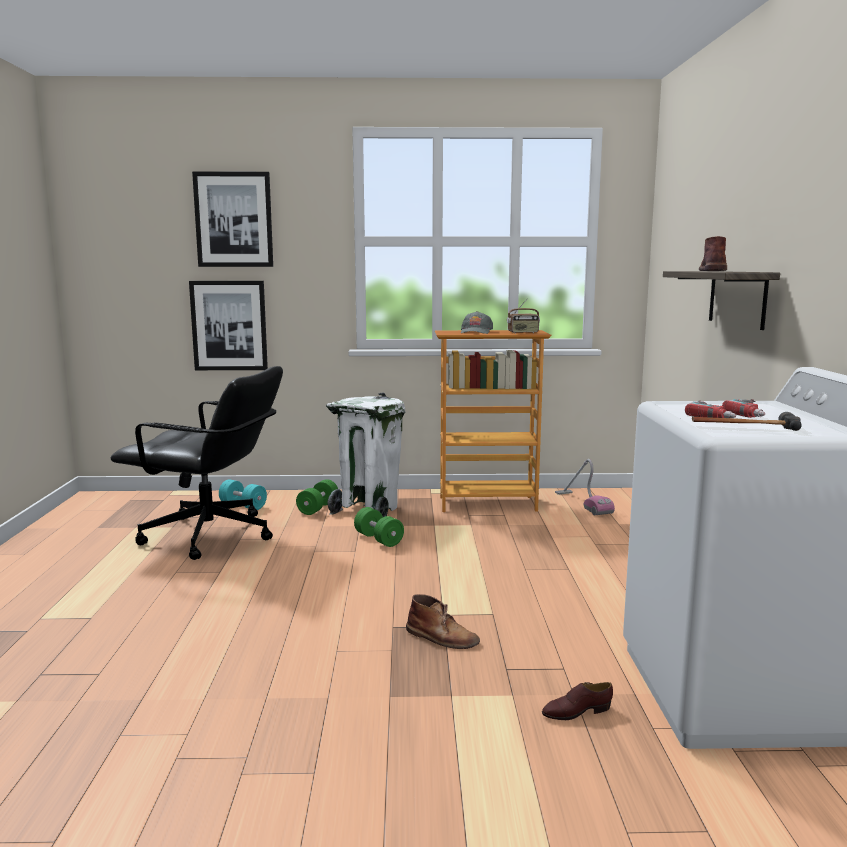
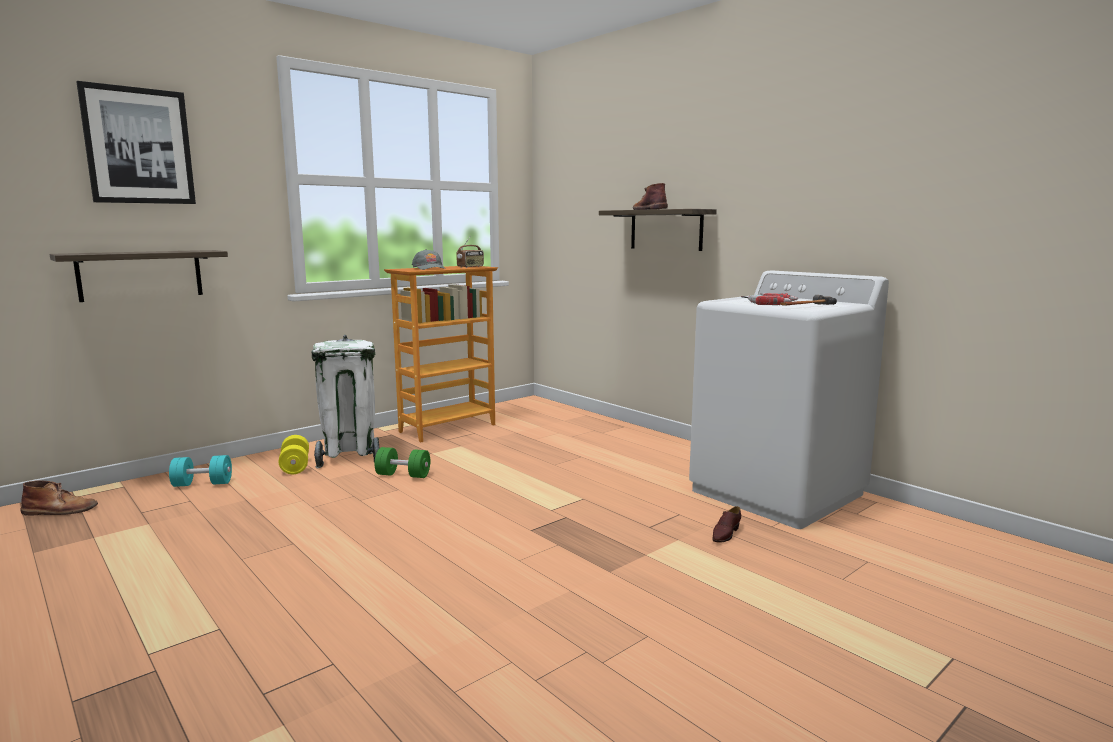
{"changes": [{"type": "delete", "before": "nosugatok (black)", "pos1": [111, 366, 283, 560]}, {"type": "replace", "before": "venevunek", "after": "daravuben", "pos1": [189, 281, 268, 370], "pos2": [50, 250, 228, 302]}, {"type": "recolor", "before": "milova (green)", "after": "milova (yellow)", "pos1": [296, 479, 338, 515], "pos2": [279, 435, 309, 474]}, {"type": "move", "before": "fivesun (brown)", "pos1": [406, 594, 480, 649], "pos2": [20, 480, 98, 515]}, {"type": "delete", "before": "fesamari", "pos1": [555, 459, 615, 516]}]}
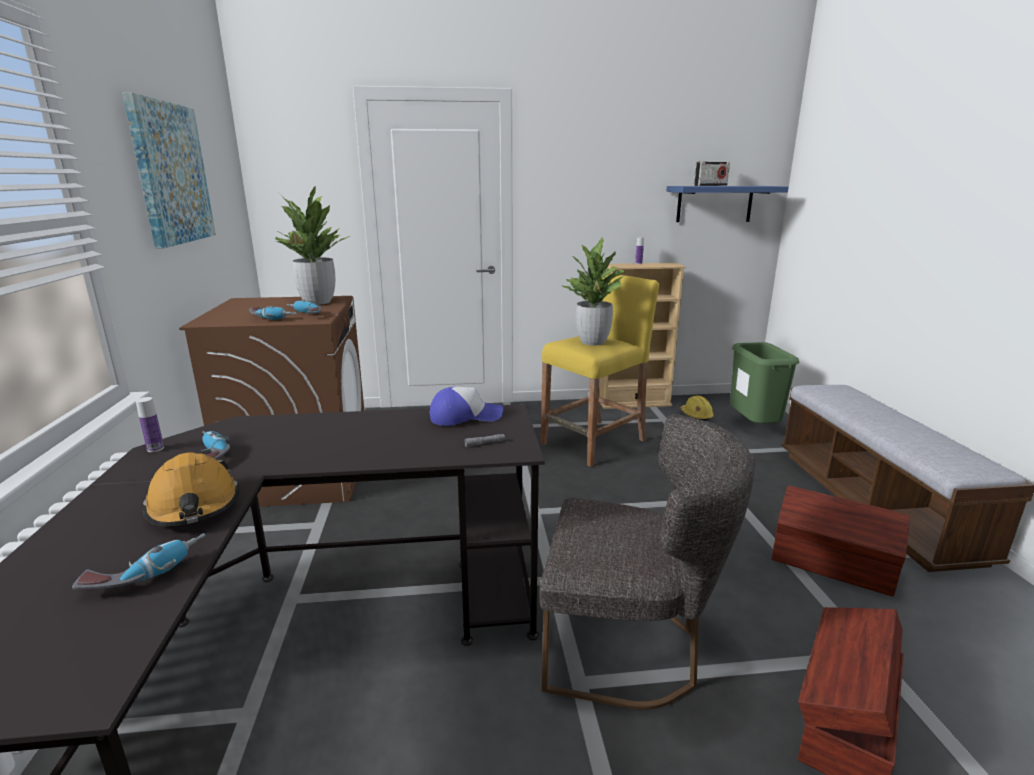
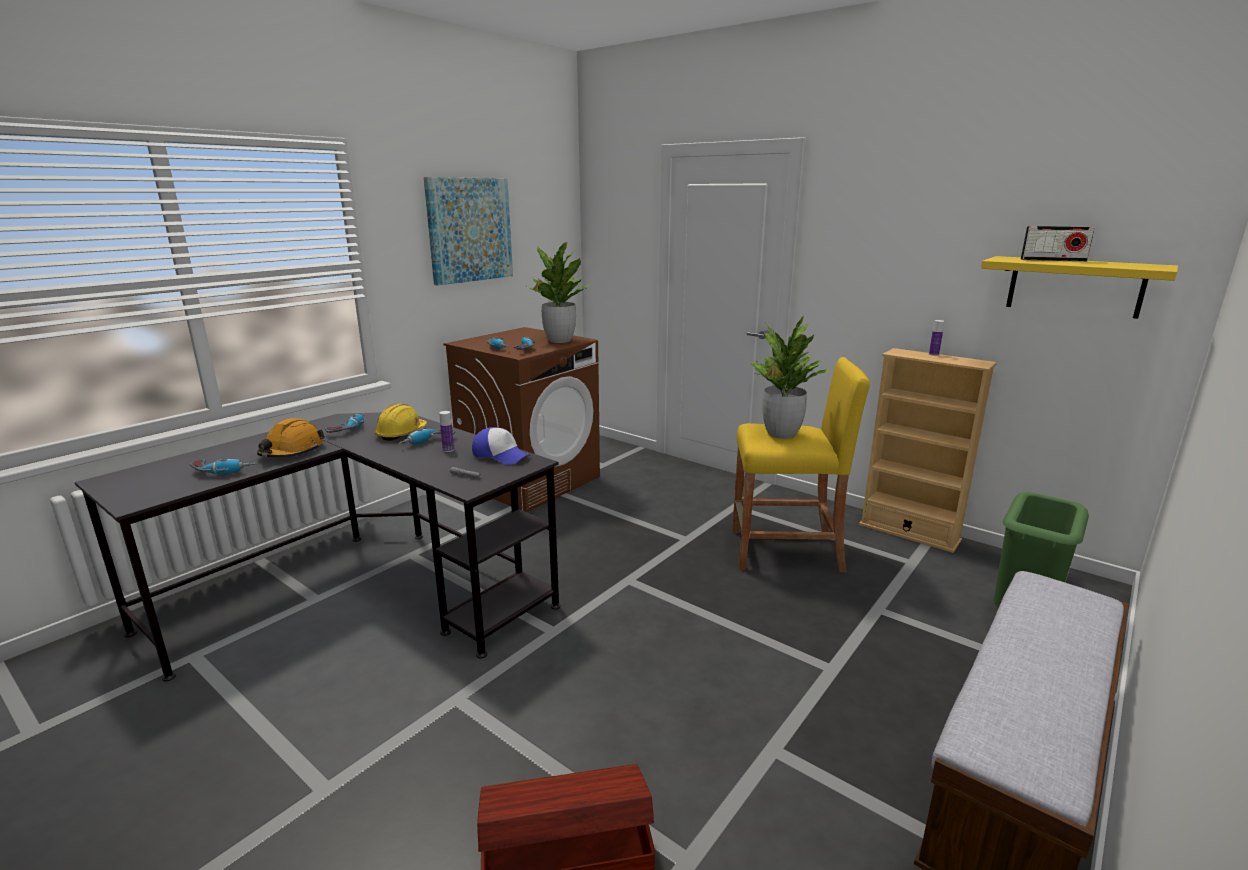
{"changes": [{"type": "move", "before": "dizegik", "pos1": [136, 397, 164, 452], "pos2": [439, 411, 454, 452]}, {"type": "delete", "before": "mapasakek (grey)", "pos1": [539, 414, 755, 710]}, {"type": "recolor", "before": "daravuben (blue)", "after": "daravuben (yellow)", "pos1": [667, 186, 788, 222], "pos2": [981, 256, 1178, 319]}, {"type": "move", "before": "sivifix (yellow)", "pos1": [680, 396, 714, 421], "pos2": [374, 404, 427, 441]}, {"type": "delete", "before": "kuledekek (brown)", "pos1": [772, 485, 910, 597]}, {"type": "insert", "after": "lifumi", "pos2": [399, 428, 455, 444]}]}
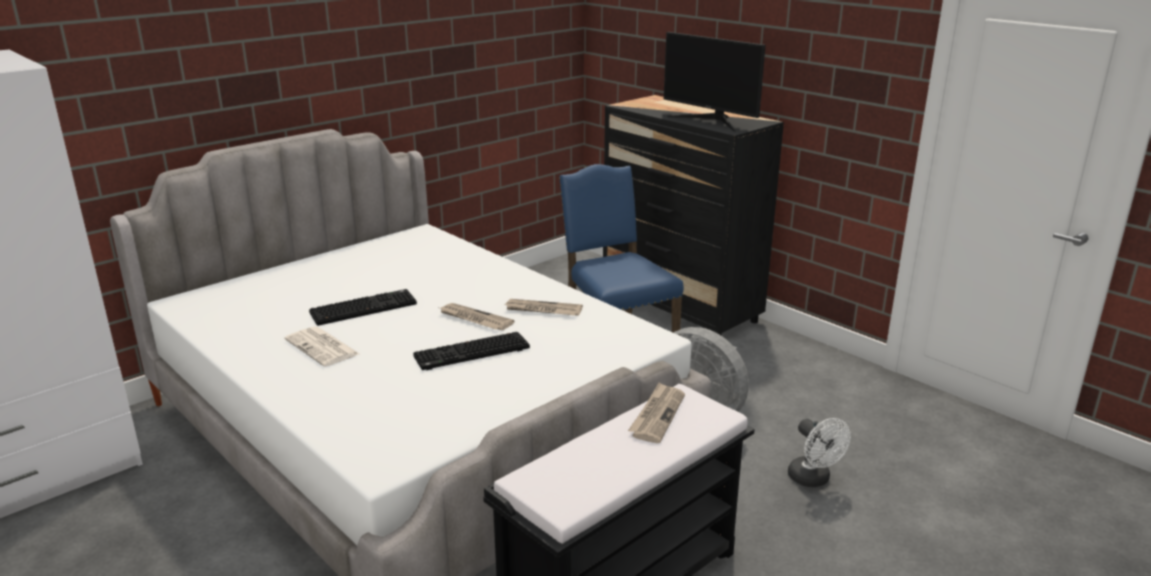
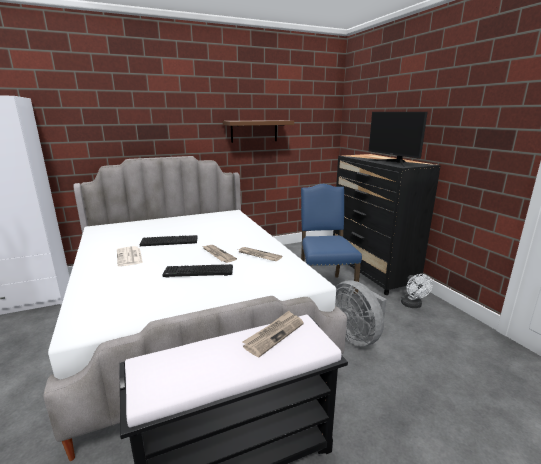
{"changes": [{"type": "move", "before": "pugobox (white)", "pos1": [788, 418, 851, 487], "pos2": [401, 274, 433, 308]}, {"type": "insert", "after": "daravuben (brown)", "pos2": [223, 120, 294, 143]}]}
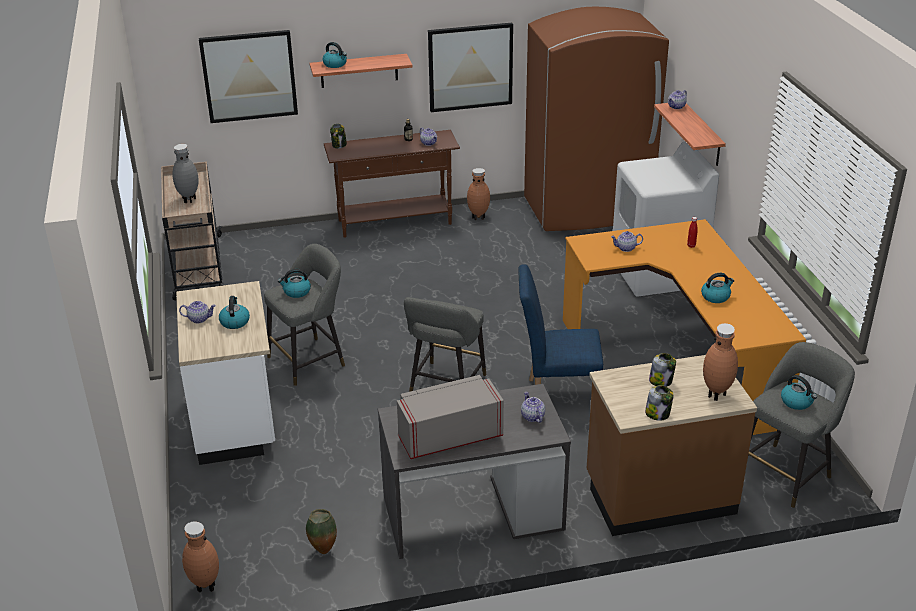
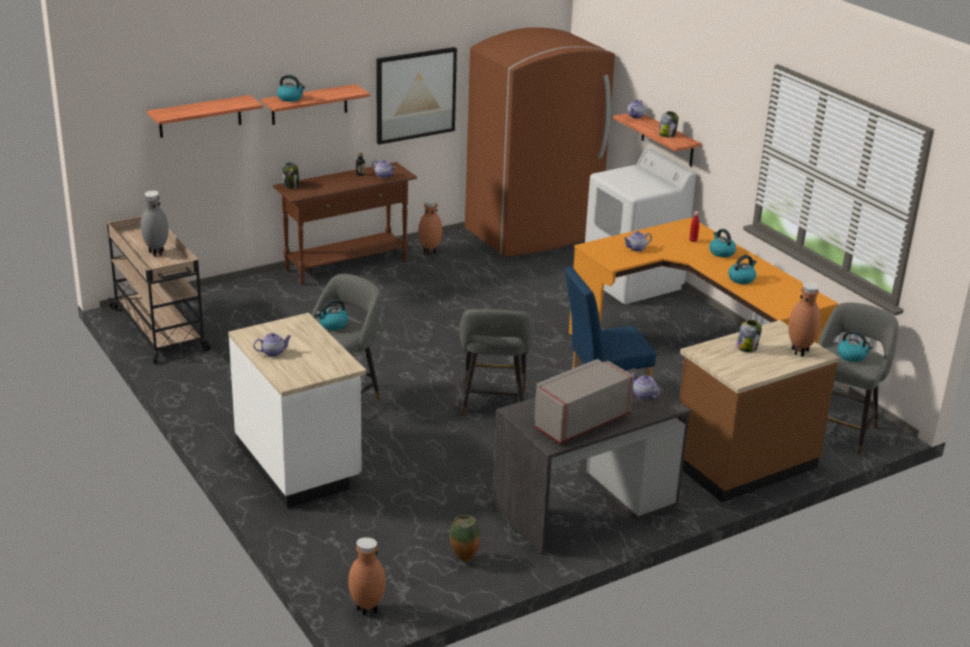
{"changes": [{"type": "replace", "before": "venevunek", "after": "daravuben", "pos1": [199, 30, 298, 123], "pos2": [147, 95, 263, 138]}, {"type": "move", "before": "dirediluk", "pos1": [219, 296, 250, 329], "pos2": [709, 229, 736, 257]}, {"type": "move", "before": "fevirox", "pos1": [645, 385, 674, 421], "pos2": [658, 111, 679, 138]}]}
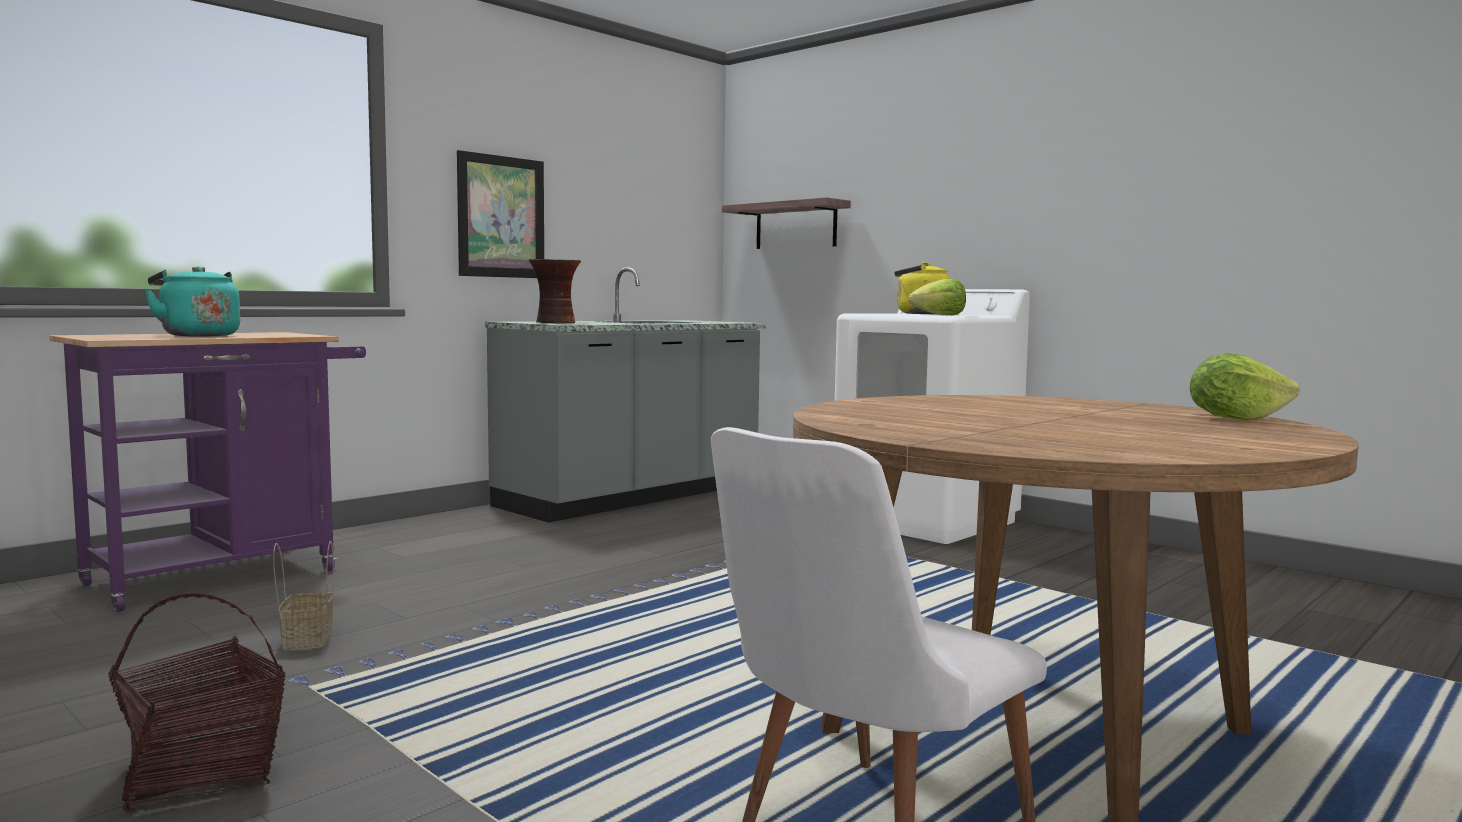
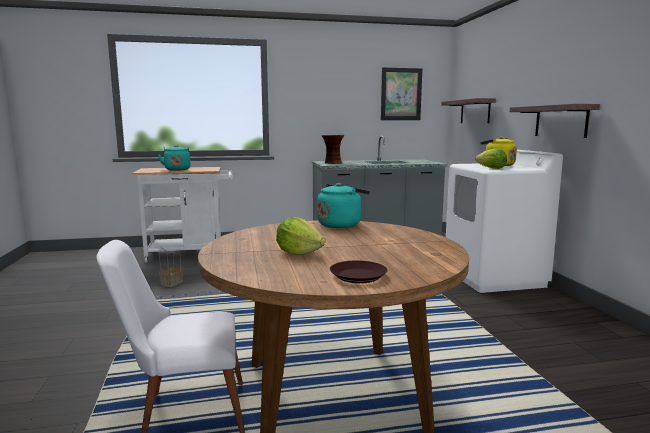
{"changes": [{"type": "recolor", "before": "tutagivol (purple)", "after": "tutagivol (white)", "pos1": [50, 332, 366, 612], "pos2": [132, 167, 233, 263]}, {"type": "delete", "before": "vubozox", "pos1": [108, 594, 285, 811]}, {"type": "move", "before": "venevunek", "pos1": [457, 150, 544, 278], "pos2": [381, 68, 422, 120]}, {"type": "move", "before": "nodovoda", "pos1": [1190, 353, 1300, 421], "pos2": [276, 217, 325, 255]}, {"type": "insert", "after": "dirediluk (turquoise)", "pos2": [317, 183, 370, 228]}, {"type": "insert", "after": "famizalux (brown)", "pos2": [330, 260, 387, 283]}, {"type": "insert", "after": "daravuben", "pos2": [510, 104, 600, 138]}]}
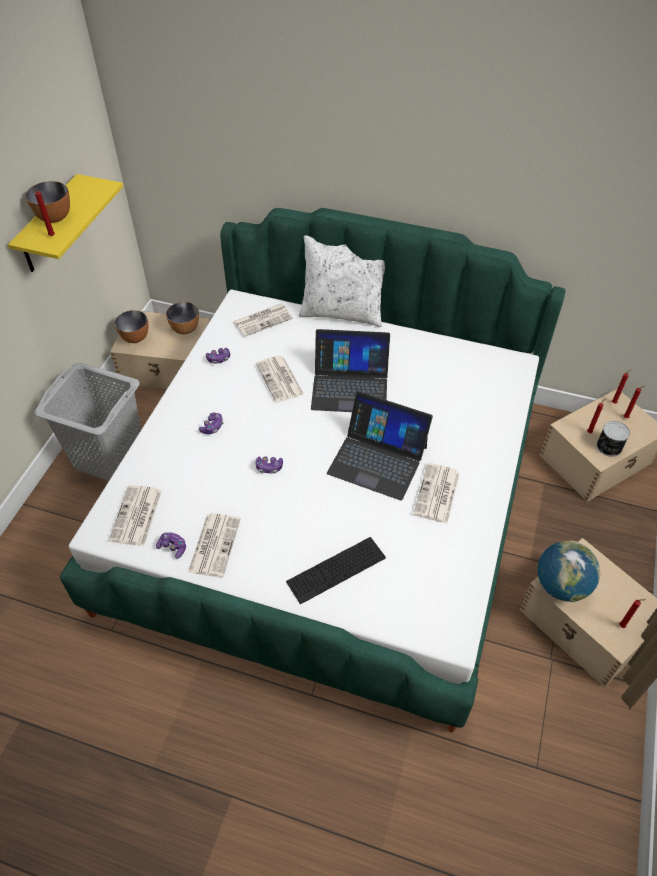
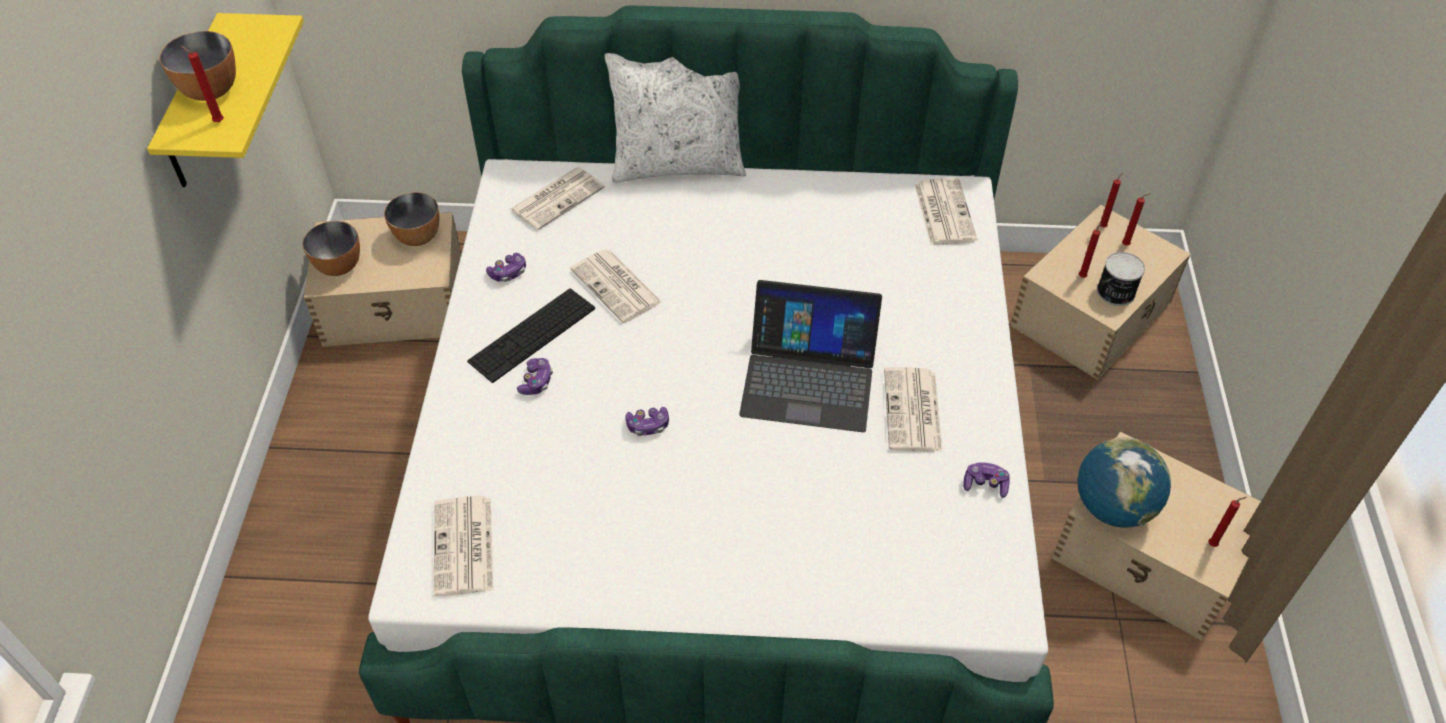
{"changes": [{"type": "delete", "before": "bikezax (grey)", "pos1": [34, 363, 141, 481]}, {"type": "move", "before": "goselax", "pos1": [156, 532, 186, 559], "pos2": [963, 462, 1009, 498]}, {"type": "move", "before": "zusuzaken", "pos1": [188, 513, 241, 577], "pos2": [915, 178, 977, 245]}, {"type": "move", "before": "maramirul", "pos1": [286, 537, 386, 604], "pos2": [467, 288, 595, 383]}, {"type": "delete", "before": "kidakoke", "pos1": [311, 329, 390, 412]}]}
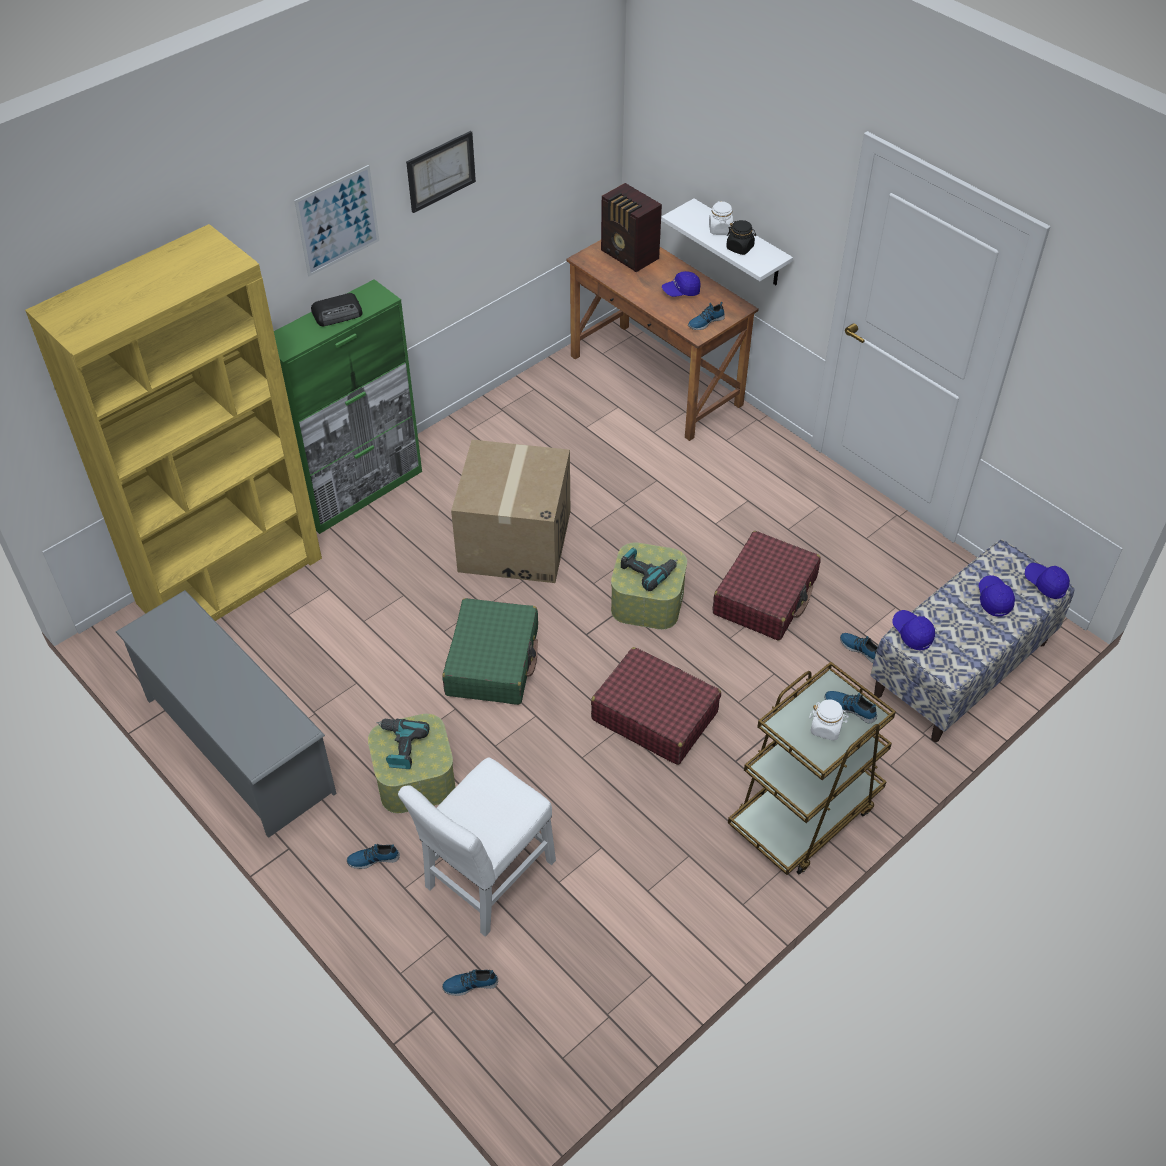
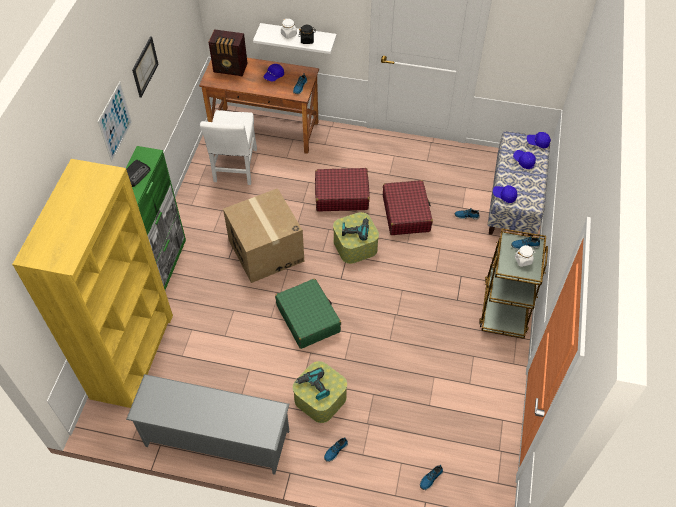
{"changes": [{"type": "move", "before": "mapasakek (white)", "pos1": [398, 757, 556, 937], "pos2": [200, 110, 257, 185]}, {"type": "move", "before": "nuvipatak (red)", "pos1": [591, 647, 721, 765], "pos2": [315, 168, 370, 211]}]}
